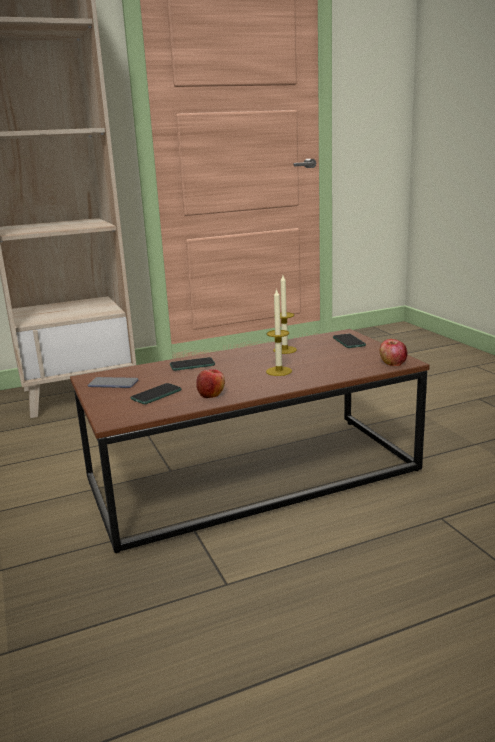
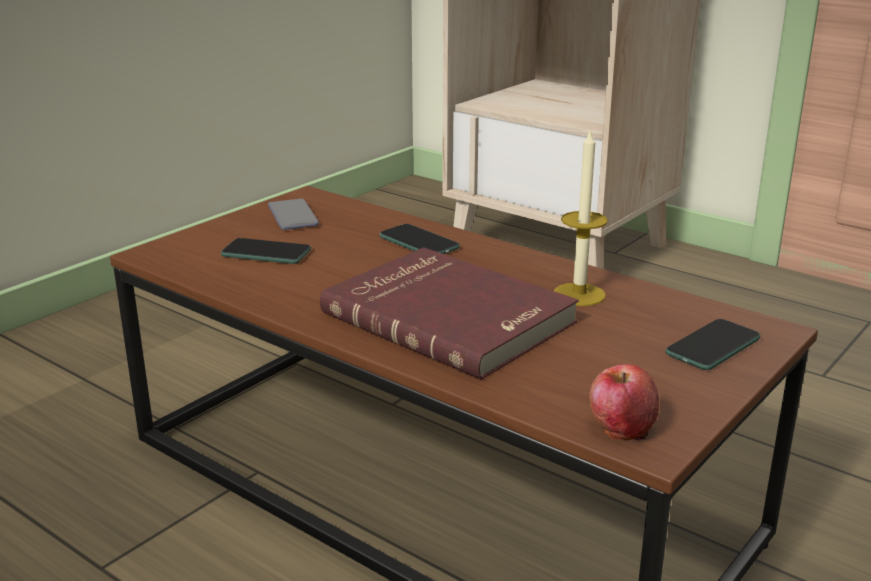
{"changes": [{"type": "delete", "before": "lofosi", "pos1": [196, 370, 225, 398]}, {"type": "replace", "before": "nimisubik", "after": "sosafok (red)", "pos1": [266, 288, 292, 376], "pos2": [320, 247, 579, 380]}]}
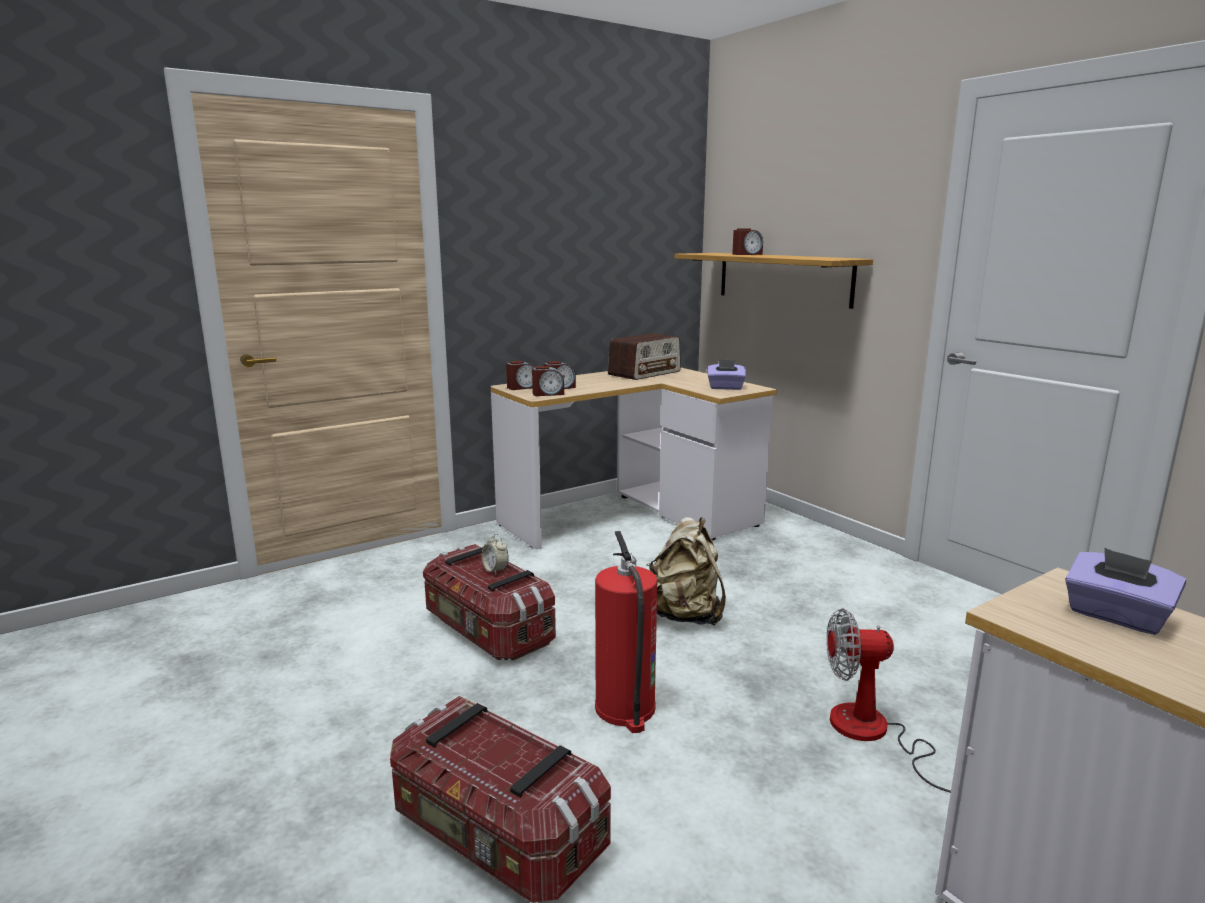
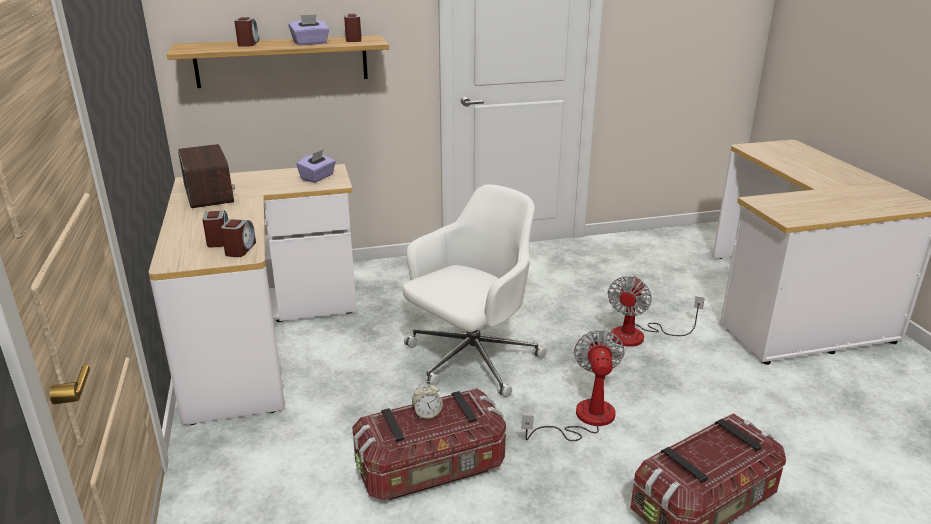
{"changes": [{"type": "move", "before": "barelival", "pos1": [506, 361, 535, 390], "pos2": [344, 14, 362, 42]}, {"type": "replace", "before": "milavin", "after": "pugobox", "pos1": [595, 531, 657, 733], "pos2": [522, 330, 625, 441]}, {"type": "replace", "before": "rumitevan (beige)", "after": "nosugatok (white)", "pos1": [646, 517, 726, 625], "pos2": [403, 185, 546, 398]}, {"type": "move", "before": "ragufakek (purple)", "pos1": [1065, 548, 1186, 635], "pos2": [288, 14, 329, 45]}]}
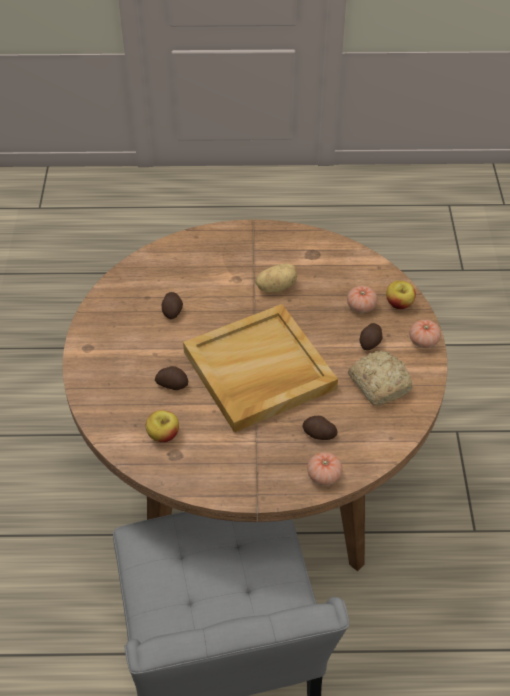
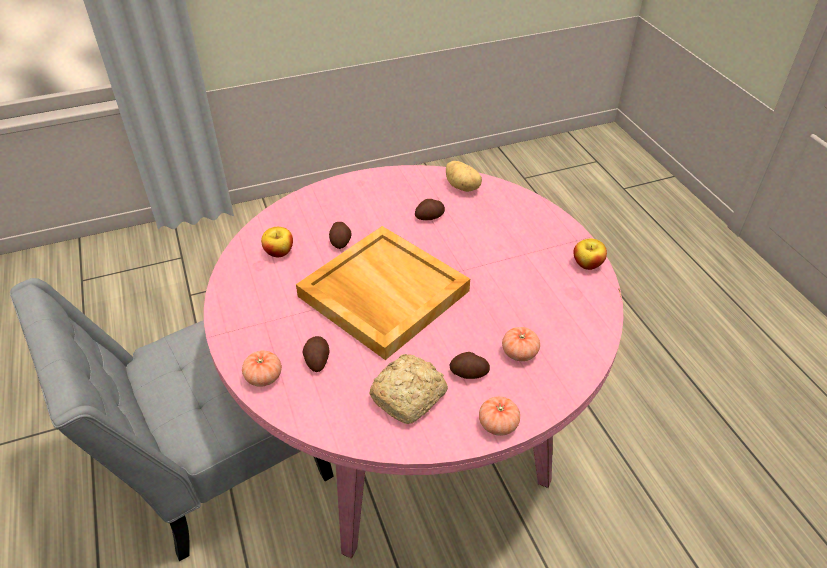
{"changes": [{"type": "recolor", "before": "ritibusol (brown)", "after": "ritibusol (pink)", "pos1": [62, 219, 447, 571], "pos2": [204, 165, 623, 559]}, {"type": "move", "before": "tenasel", "pos1": [255, 263, 297, 293], "pos2": [446, 161, 482, 192]}, {"type": "move", "before": "lofosi", "pos1": [386, 280, 416, 309], "pos2": [573, 239, 607, 270]}]}
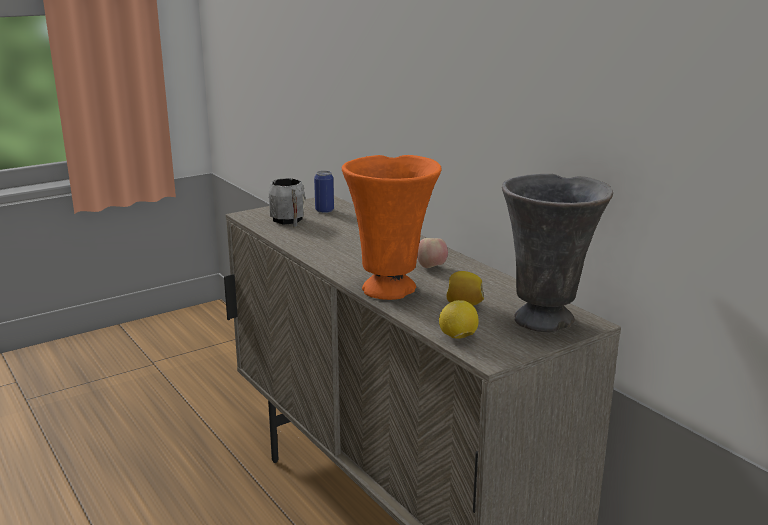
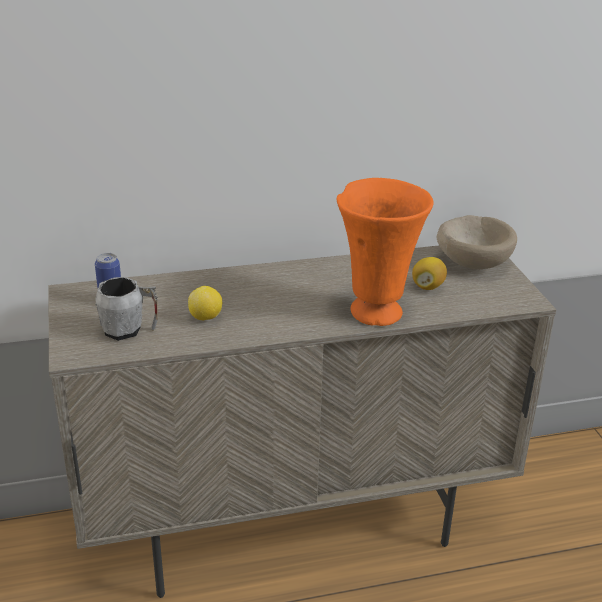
{"changes": [{"type": "delete", "before": "lofosi", "pos1": [417, 238, 448, 268]}, {"type": "move", "before": "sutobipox", "pos1": [439, 300, 479, 339], "pos2": [188, 286, 222, 320]}, {"type": "replace", "before": "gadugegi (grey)", "after": "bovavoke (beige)", "pos1": [502, 174, 613, 332], "pos2": [437, 215, 517, 269]}]}
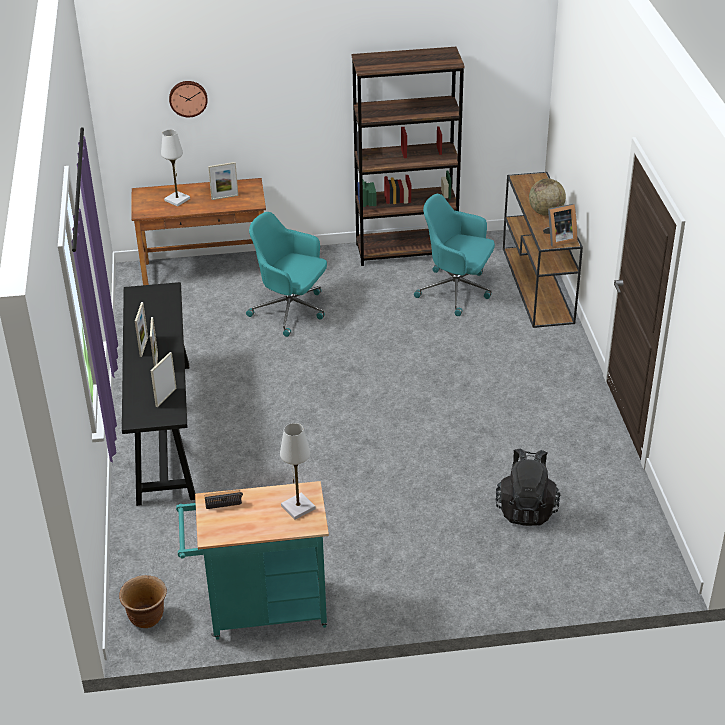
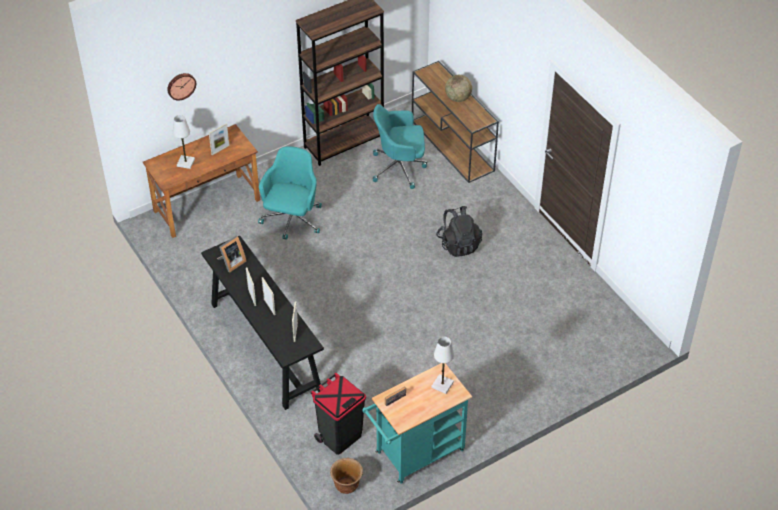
{"changes": [{"type": "rotate", "before": "nosugatok (turquoise)", "pos1": [246, 212, 327, 337], "pos2": [258, 146, 322, 240], "turn": 105}, {"type": "move", "before": "rumitevan (black)", "pos1": [495, 449, 560, 526], "pos2": [436, 206, 482, 257]}, {"type": "move", "before": "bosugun", "pos1": [543, 204, 577, 247], "pos2": [217, 236, 247, 273]}, {"type": "insert", "after": "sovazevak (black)", "pos2": [311, 373, 366, 455]}]}
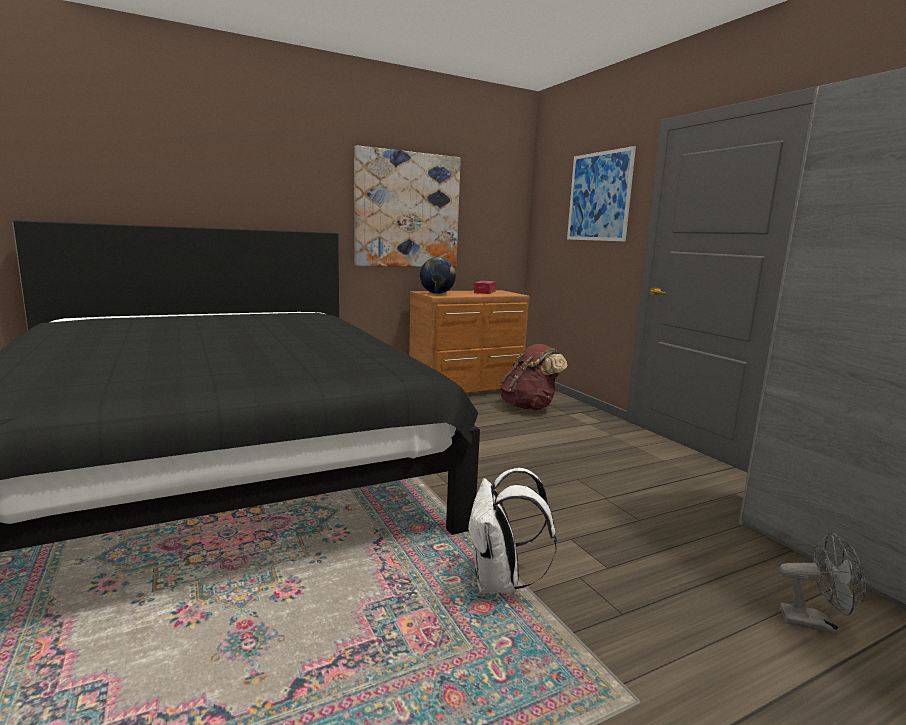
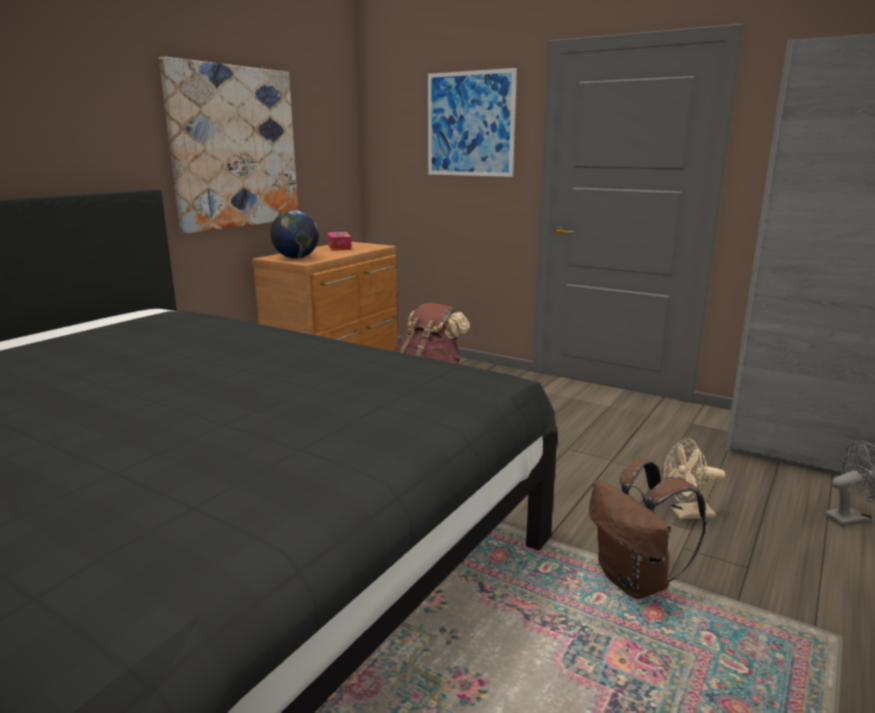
{"changes": [{"type": "recolor", "before": "rumitevan (white)", "after": "rumitevan (brown)", "pos1": [467, 468, 557, 595], "pos2": [589, 458, 706, 599]}, {"type": "insert", "after": "pugobox (beige)", "pos2": [664, 438, 726, 519]}]}
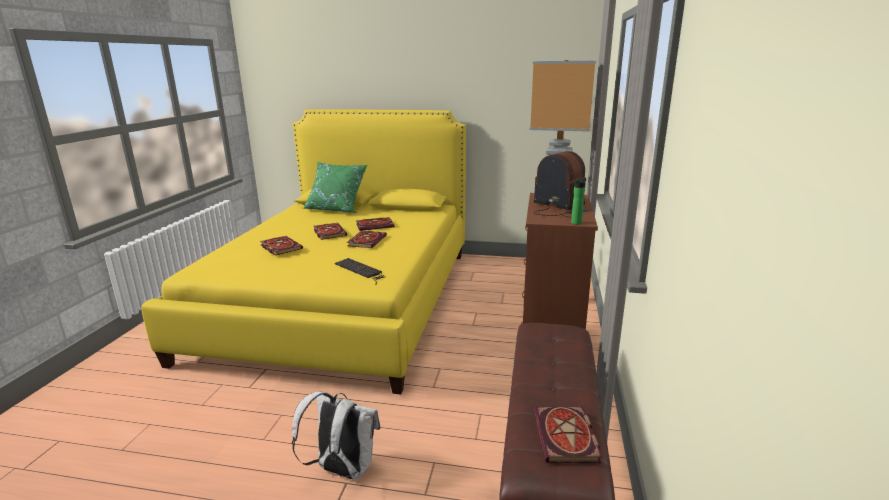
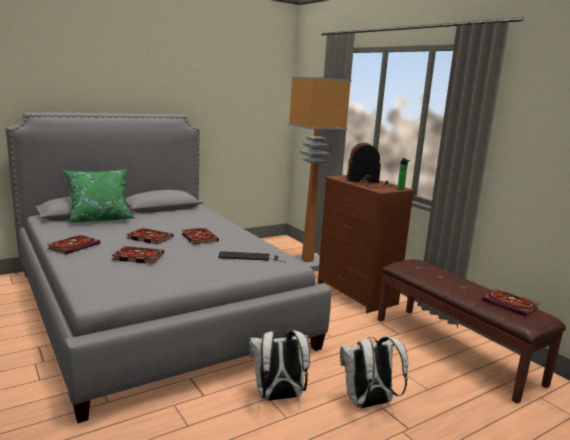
{"changes": [{"type": "recolor", "before": "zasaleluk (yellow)", "after": "zasaleluk (grey)", "pos1": [141, 109, 466, 395], "pos2": [6, 112, 331, 423]}, {"type": "move", "before": "sosafok", "pos1": [356, 217, 395, 231], "pos2": [47, 235, 101, 254]}, {"type": "insert", "after": "rumitevan (white)", "pos2": [249, 330, 310, 401]}]}
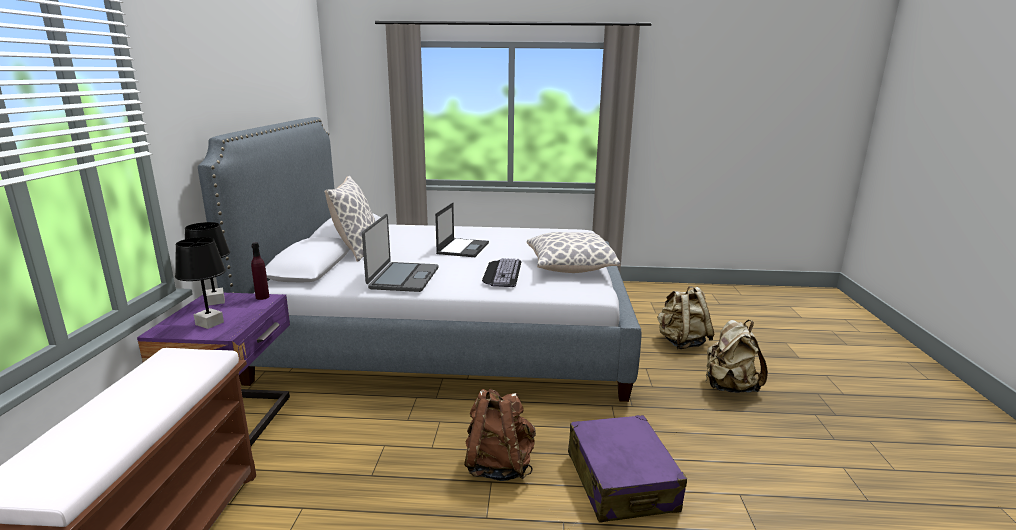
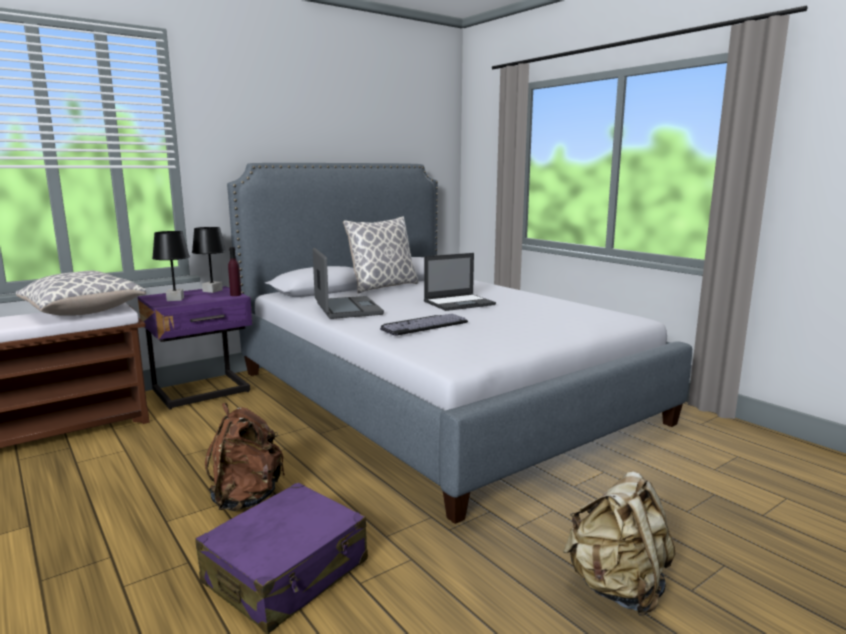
{"changes": [{"type": "rotate", "before": "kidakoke", "pos1": [362, 214, 438, 292], "pos2": [313, 248, 384, 319], "turn": -75}, {"type": "move", "before": "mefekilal", "pos1": [527, 232, 621, 273], "pos2": [16, 271, 146, 316]}, {"type": "delete", "before": "rumitevan (beige)", "pos1": [657, 286, 715, 349]}]}
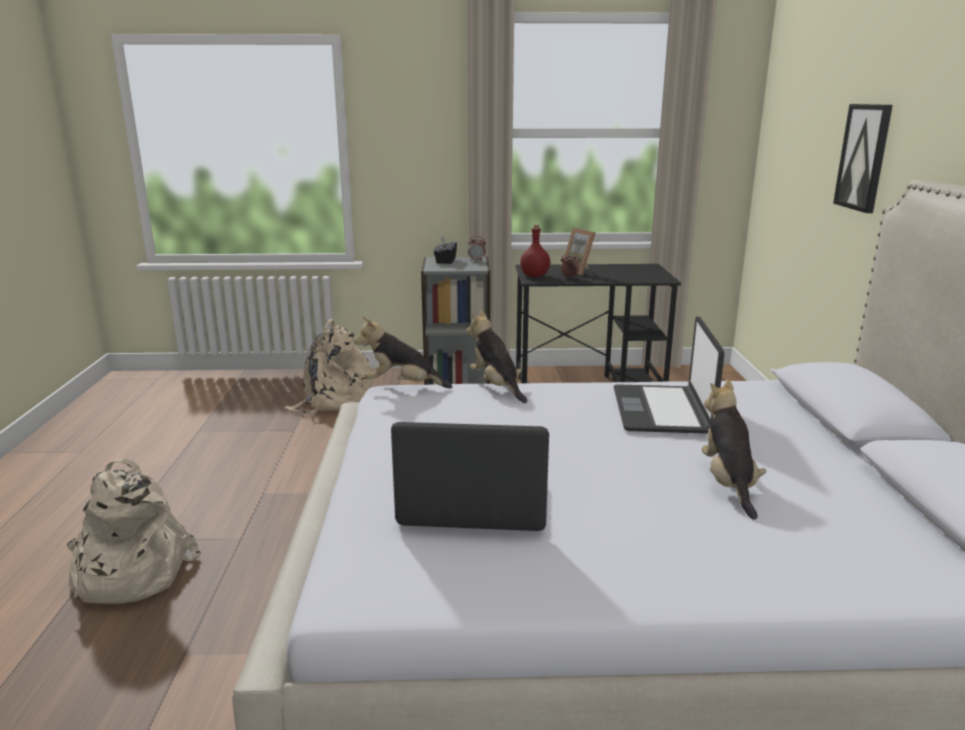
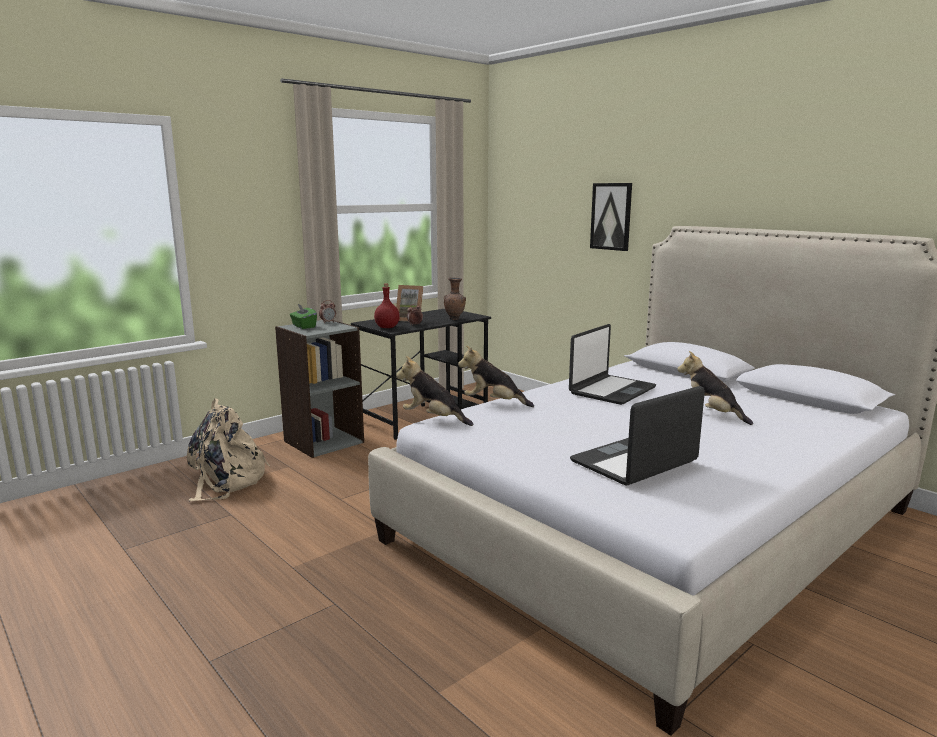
{"changes": [{"type": "delete", "before": "rumitevan (beige)", "pos1": [67, 458, 201, 604]}, {"type": "rotate", "before": "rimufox", "pos1": [354, 317, 452, 389], "pos2": [396, 356, 473, 426], "turn": 60}, {"type": "recolor", "before": "ragufakek (black)", "after": "ragufakek (green)", "pos1": [434, 236, 457, 264], "pos2": [290, 304, 317, 329]}, {"type": "rotate", "before": "kidakoke", "pos1": [613, 316, 725, 434], "pos2": [569, 324, 656, 405], "turn": -105}, {"type": "insert", "after": "gadugegi (brown)", "pos2": [444, 277, 466, 320]}]}
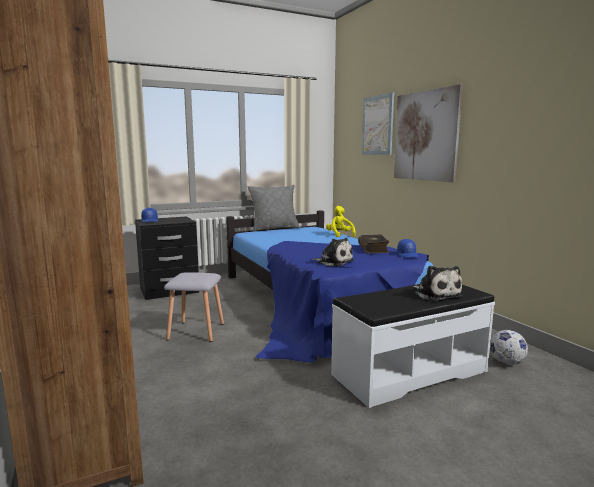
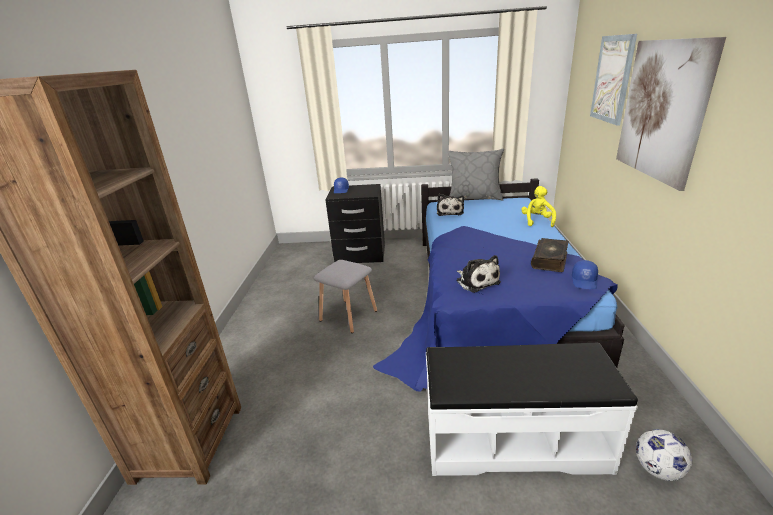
{"changes": [{"type": "move", "before": "rimufox", "pos1": [413, 266, 463, 301], "pos2": [437, 194, 464, 216]}]}
